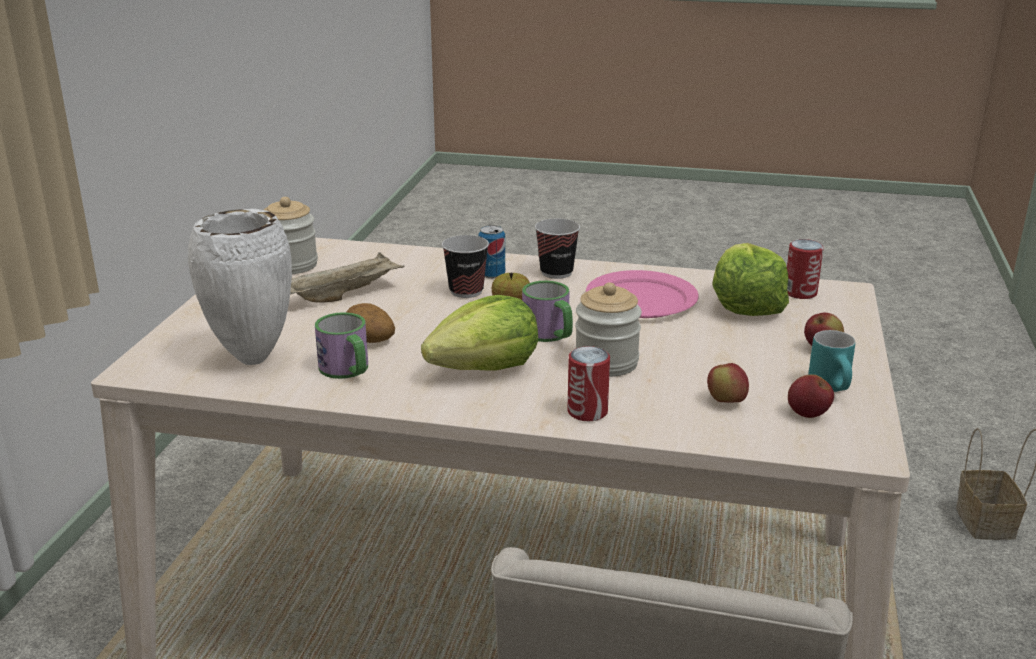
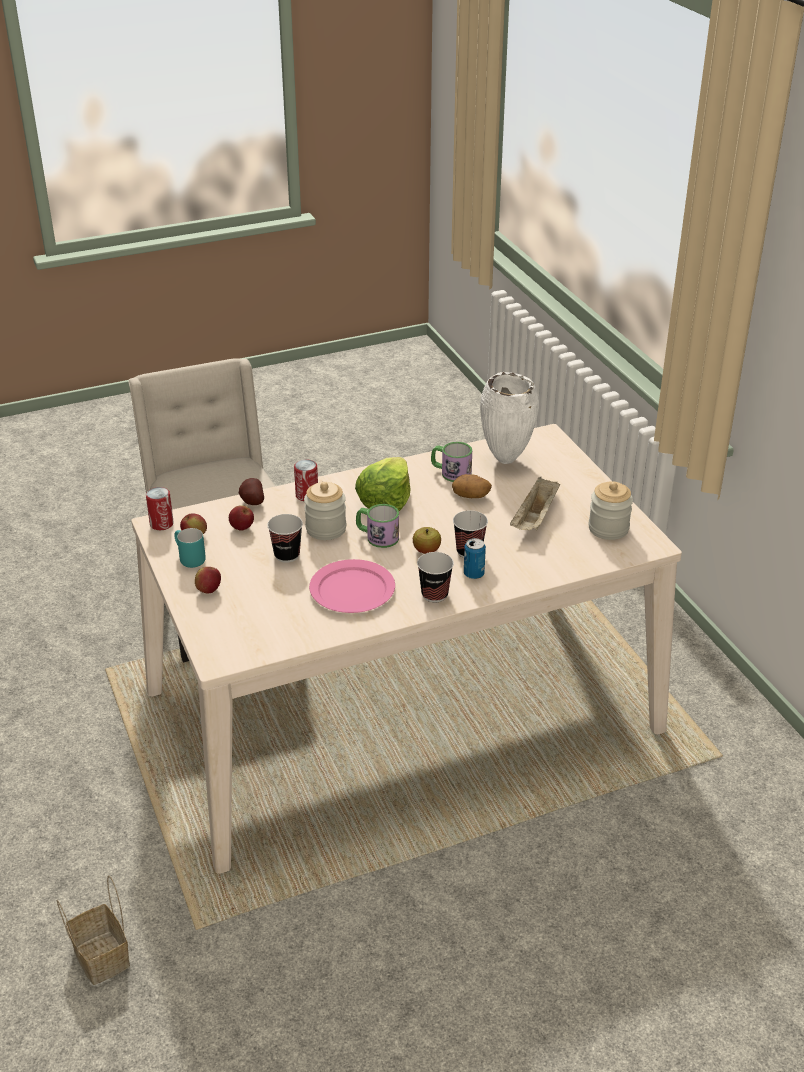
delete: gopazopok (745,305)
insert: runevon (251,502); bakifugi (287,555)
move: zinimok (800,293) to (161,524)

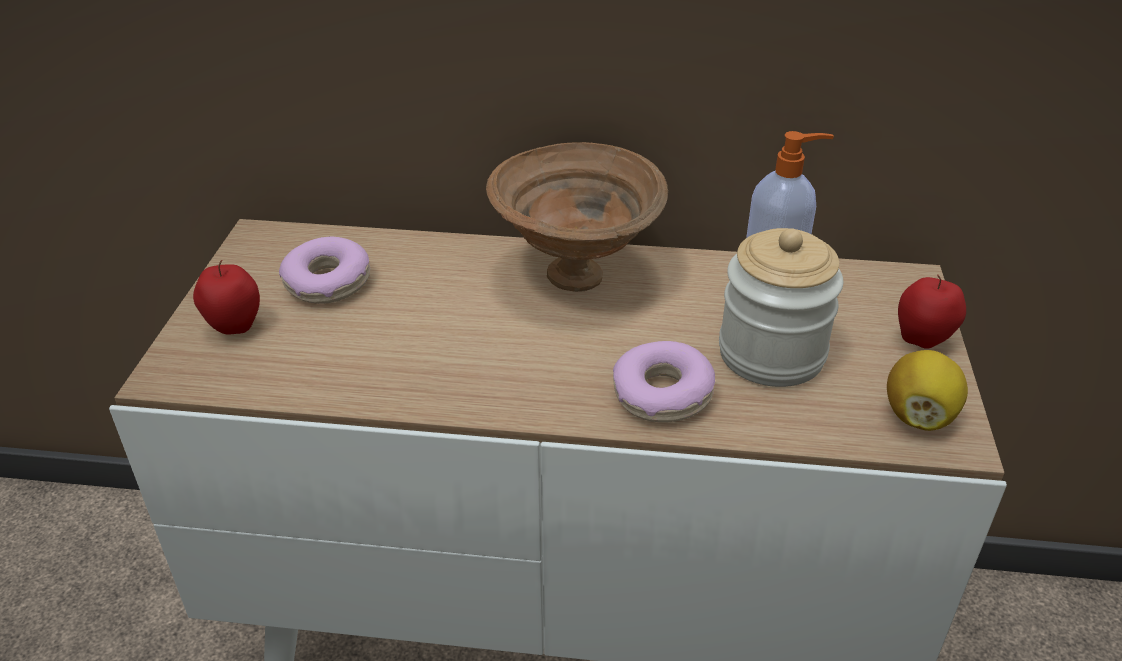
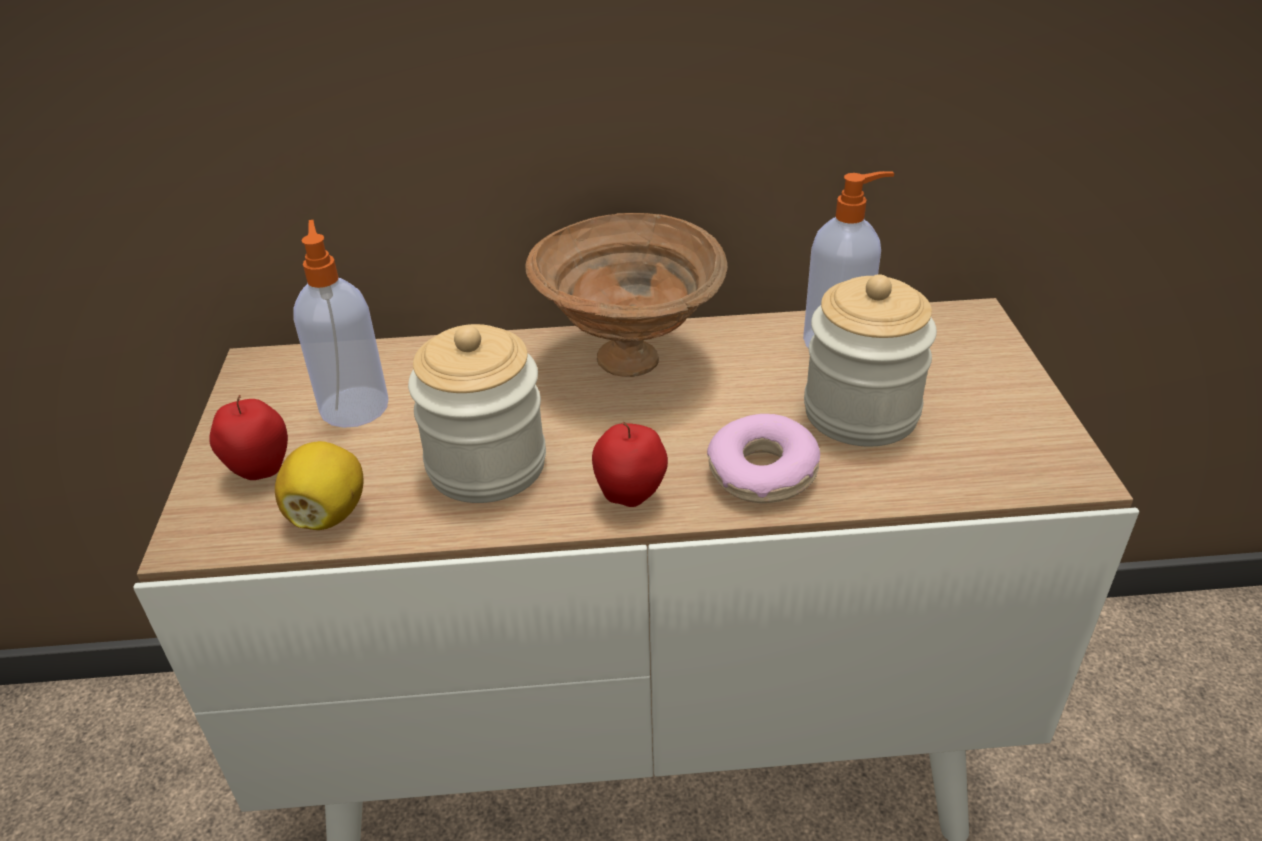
insert: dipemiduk (487,465)
move: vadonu (918,415) to (328,513); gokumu (922,341) to (631,497)
replace: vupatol (327,283) to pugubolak (354,405)

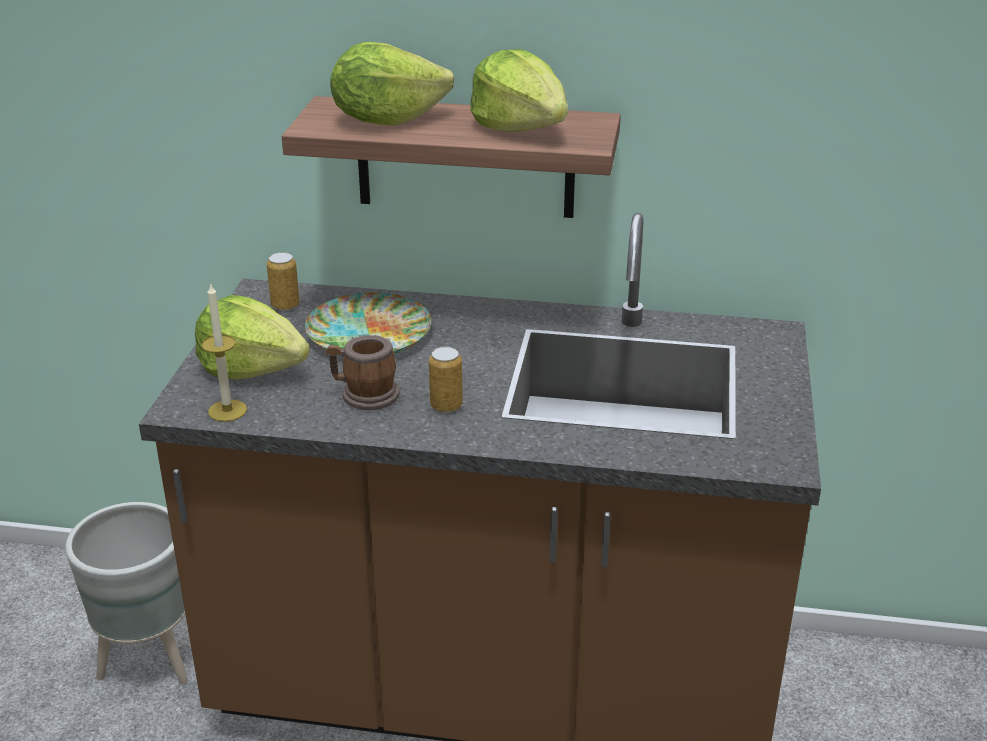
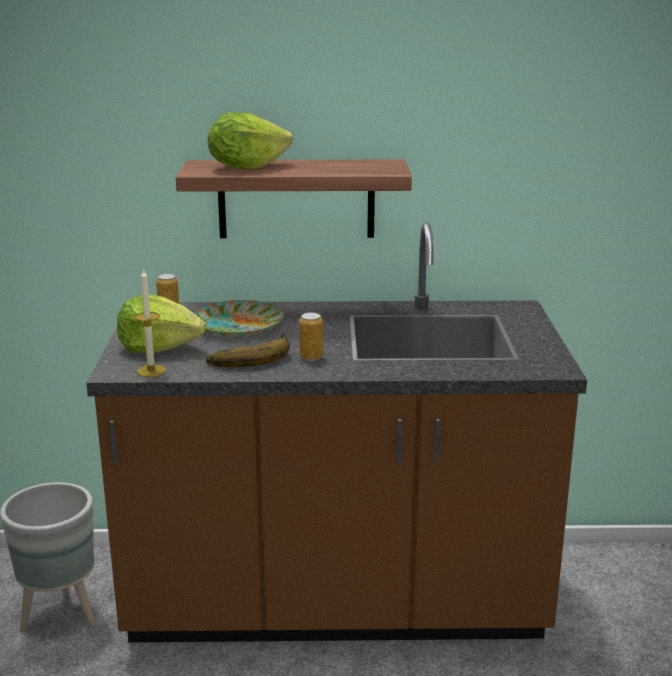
delete: gopazopok (520,127)
replace: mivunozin (364,394) to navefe (249,356)

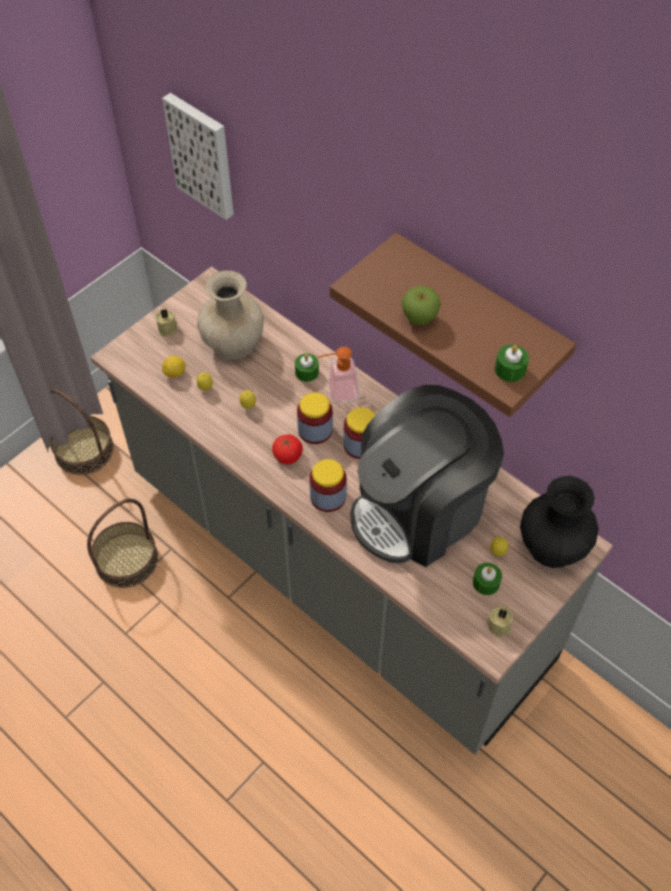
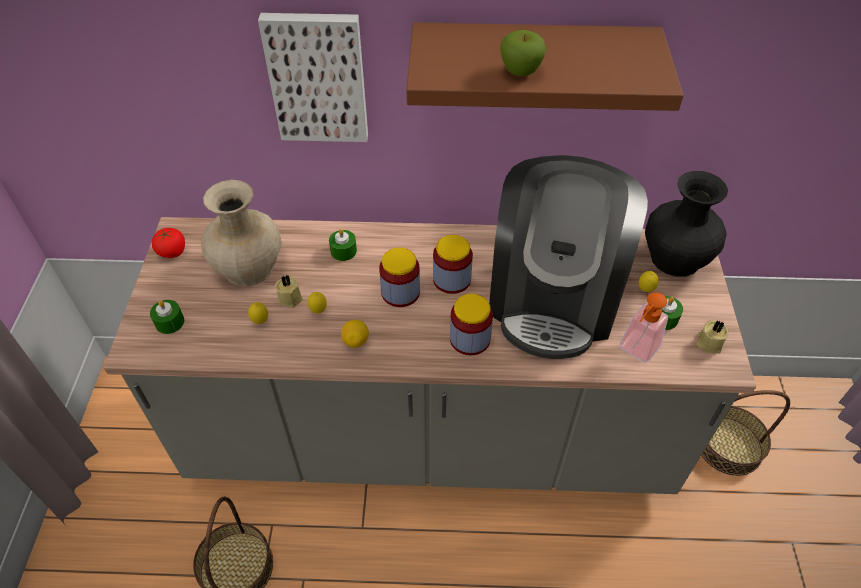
move: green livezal (510,369) to (169,322); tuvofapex (288,456) to (172,251); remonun (203,155) to (318,77); beige livezal (168,328) to (290,297); vadonu (175,373) to (356,341); pugubolak (337,392) to (636,350); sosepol (84,450) to (728,445)

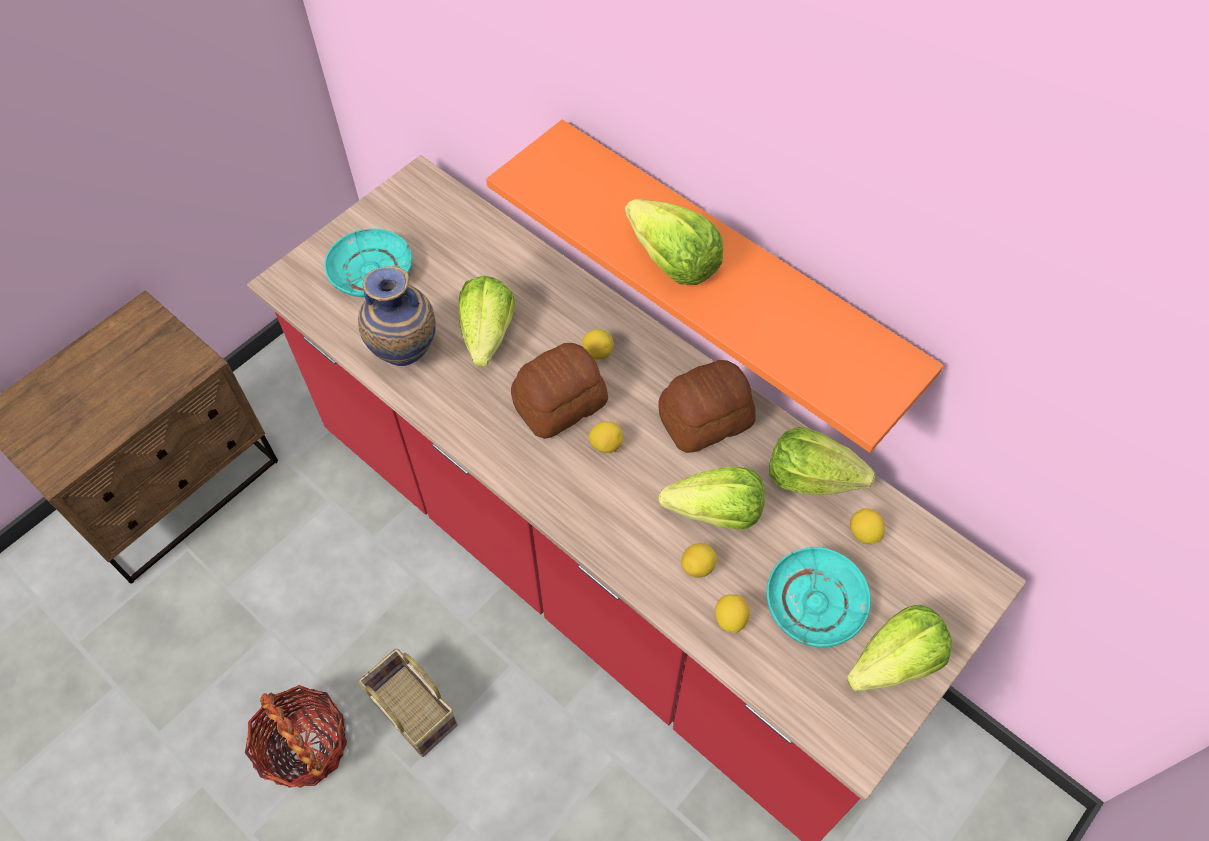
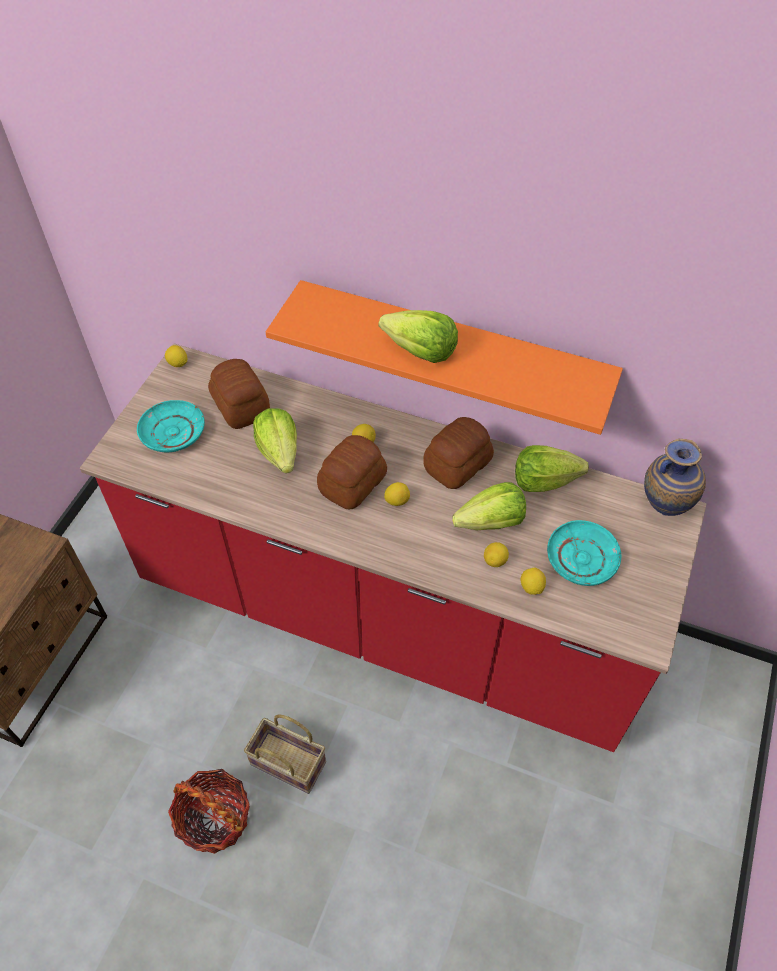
delete: gopazopok (894,662)
insert: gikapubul (240,406)
move: vadonu (864,533) to (178,363); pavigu (407,355) to (663,508)

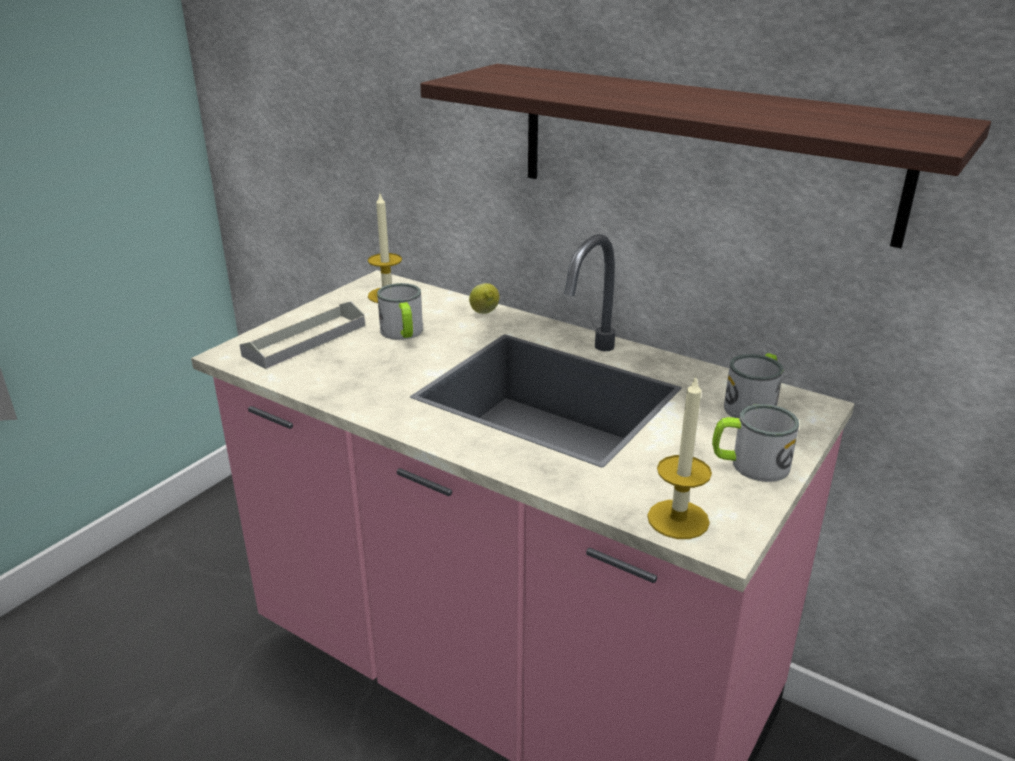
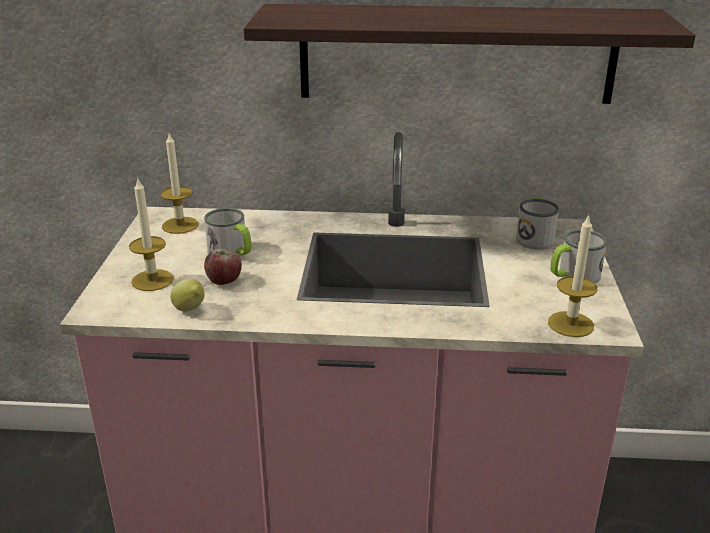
insert: gokumu (224,281)
move: vadonu (485,314) to (190,310)
replace: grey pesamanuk (305,340) to livezal (152,280)

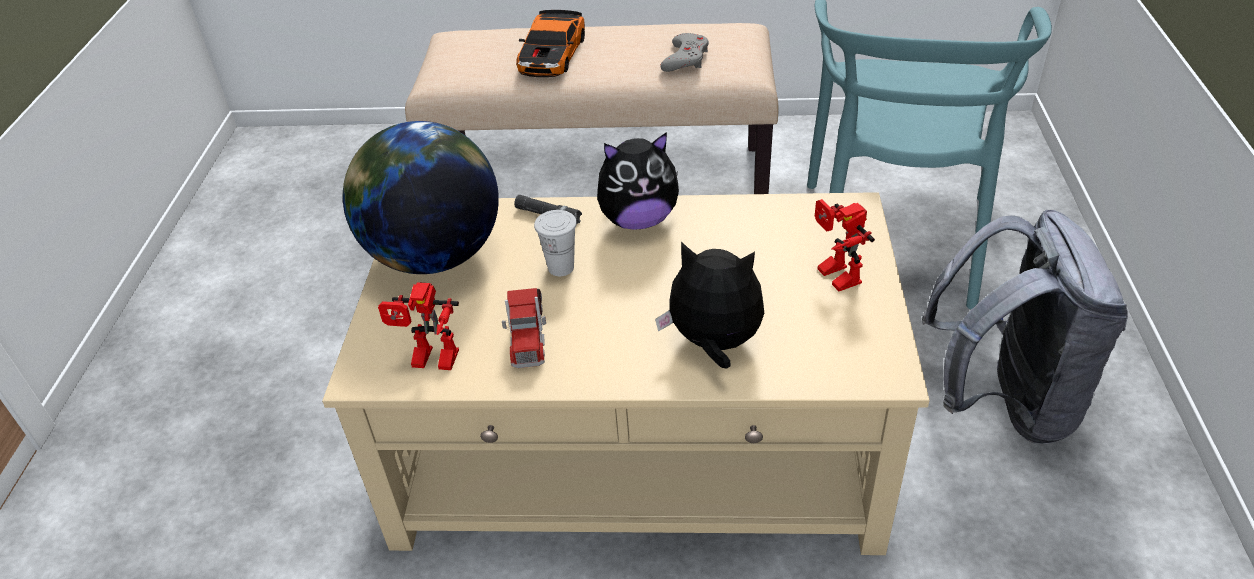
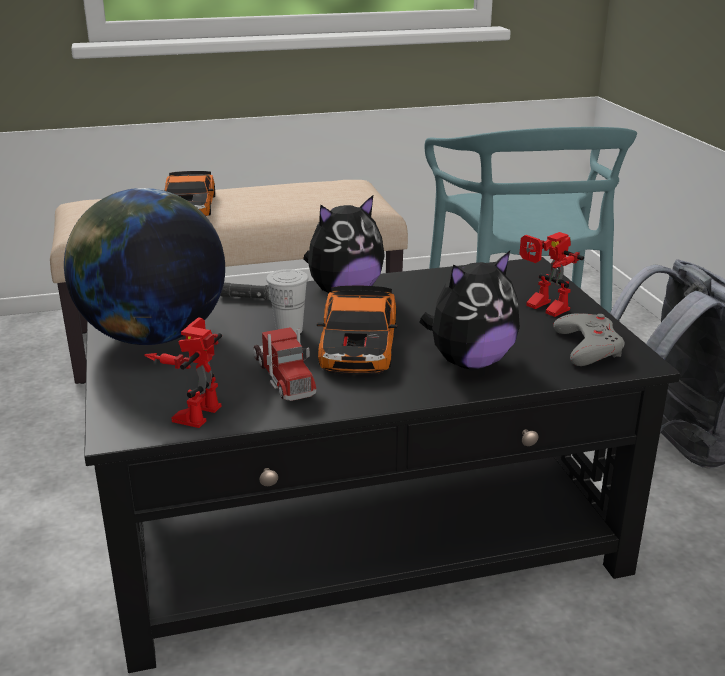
insert: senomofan (359,344)
move: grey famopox (686,58) to (588,347)
recolor: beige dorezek (640,446) to black dorezek (364,531)
rotate: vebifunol (430,362) = (193,410) 120 degrees clockwise; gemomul (714,344) = (469,362) 150 degrees clockwise

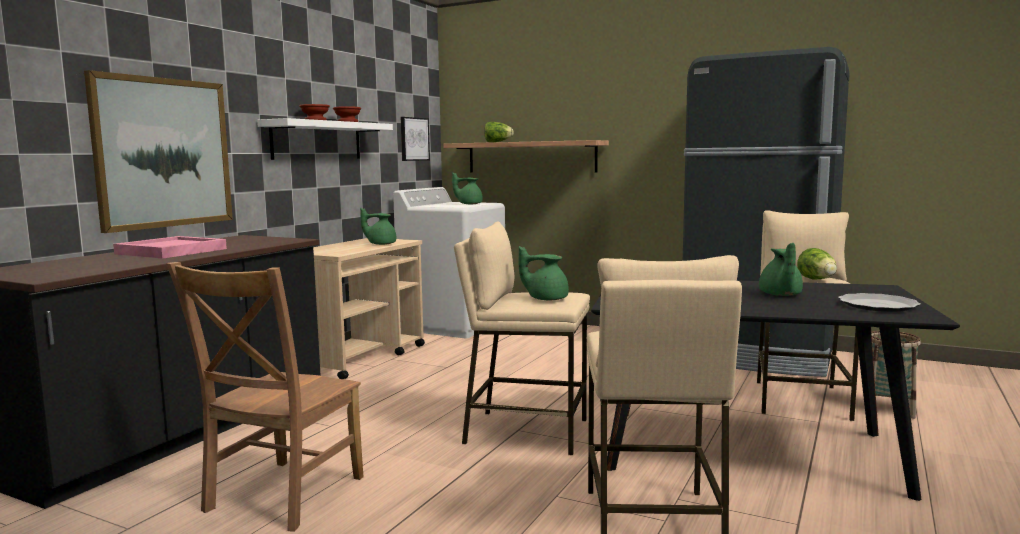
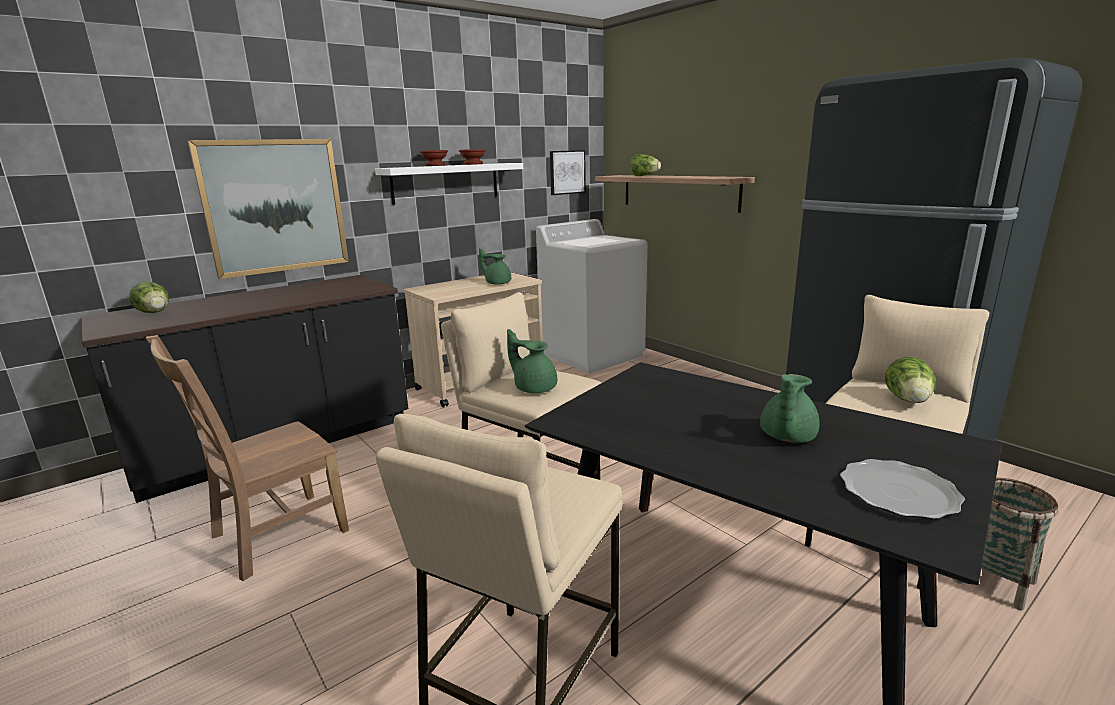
delete: pink pesamanuk (171,251); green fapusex (469,204)
insert: gopazopok (155,313)

